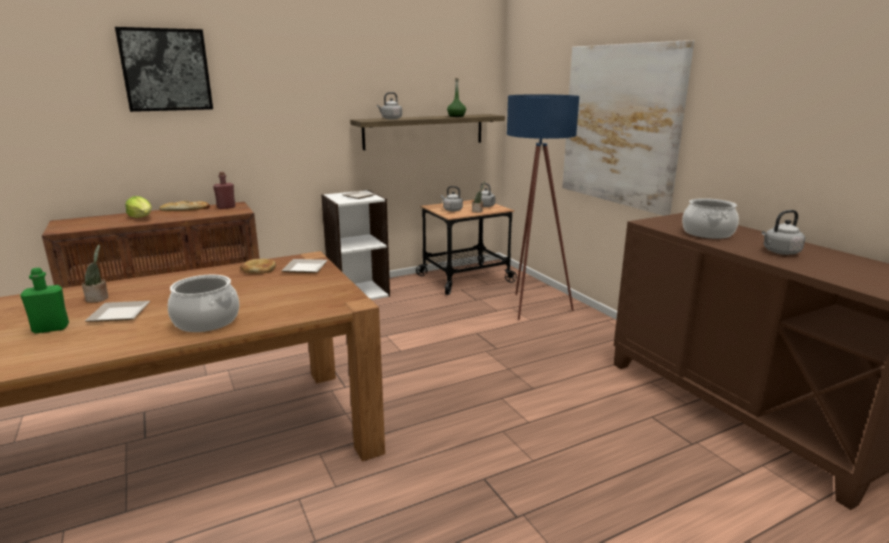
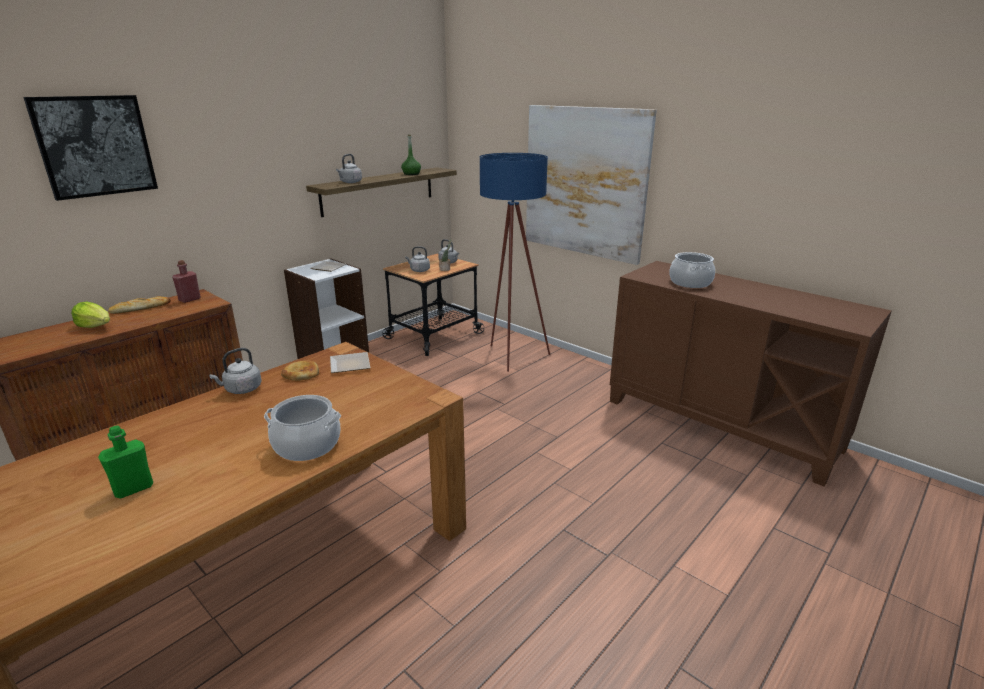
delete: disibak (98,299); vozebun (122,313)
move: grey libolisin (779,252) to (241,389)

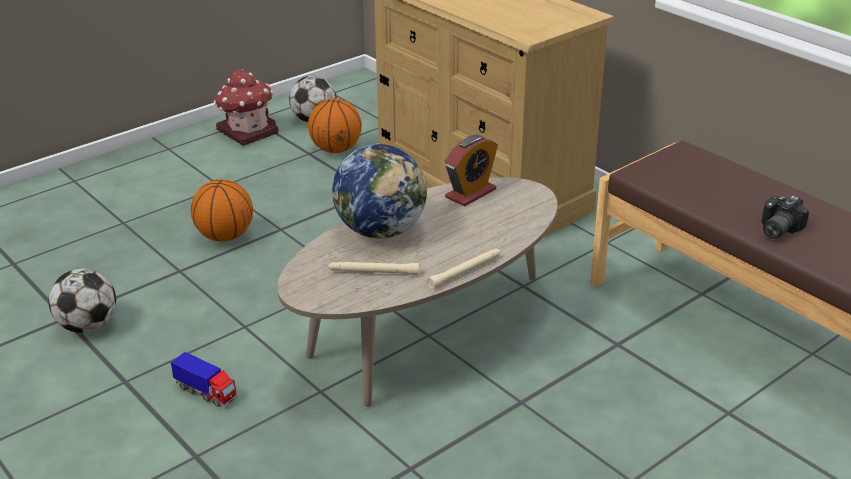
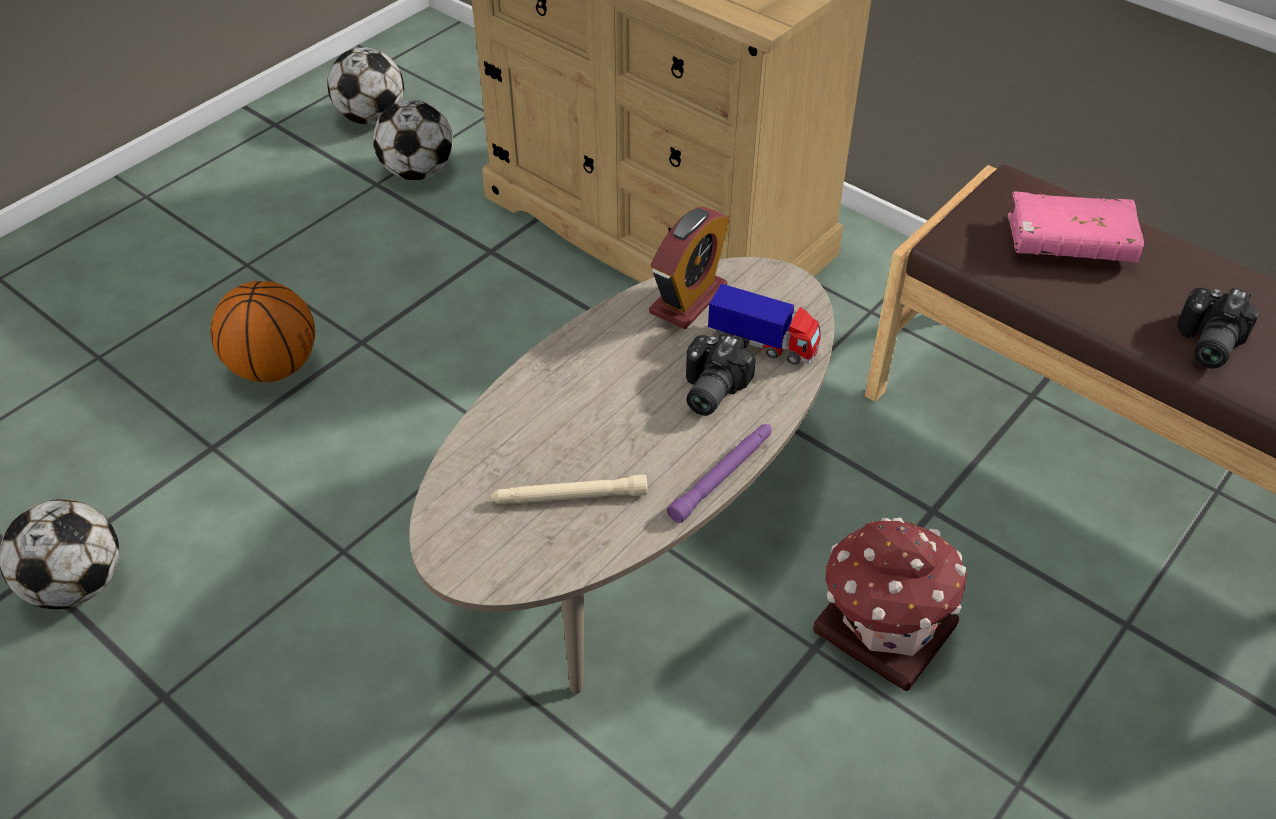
delete: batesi (381,231)
insert: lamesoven (708,389); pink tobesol (1069,243)
move: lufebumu (206,393) to (763,344); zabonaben (247,131) to (882,627)
replace: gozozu (336,149) to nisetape (418,172)
recolor: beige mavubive (466,271) to purple mavubive (723,475)

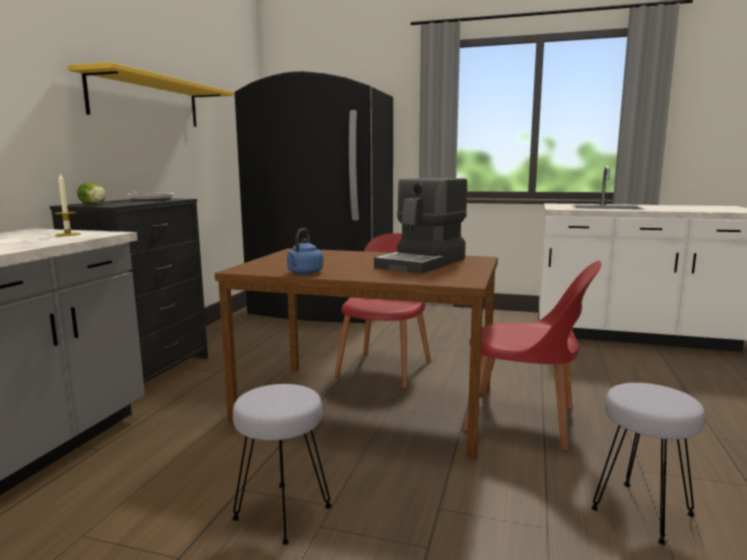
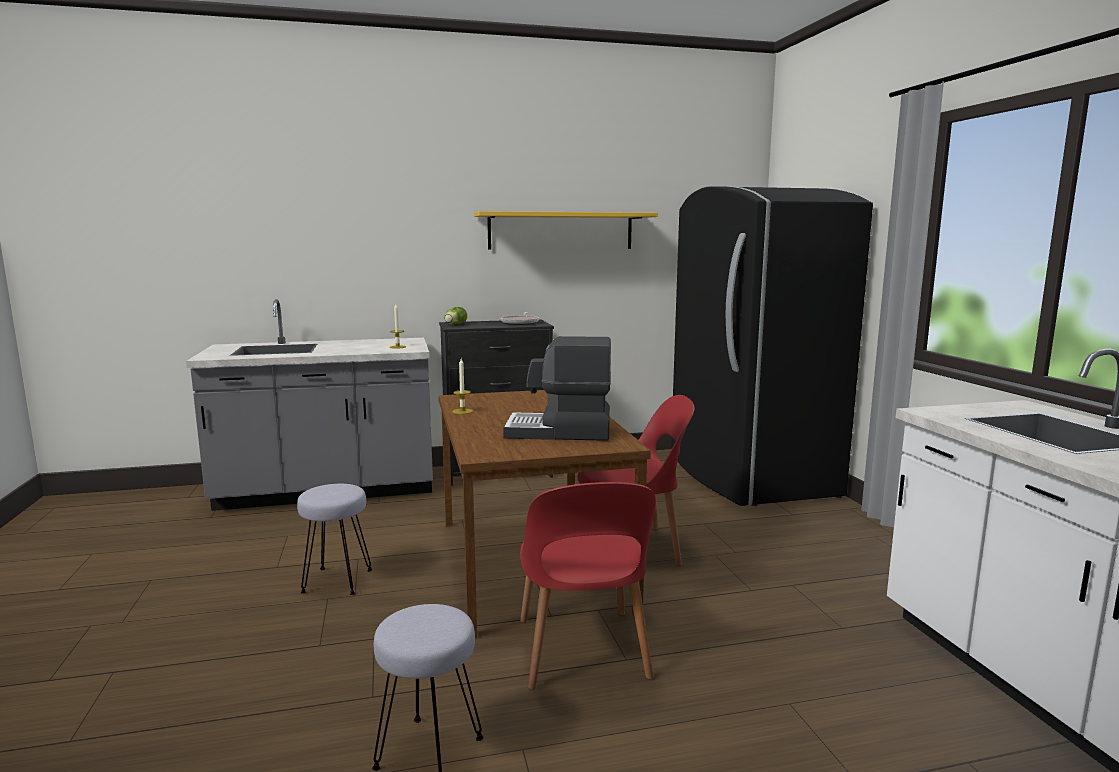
replace: blue libolisin (304,273) to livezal (462,411)

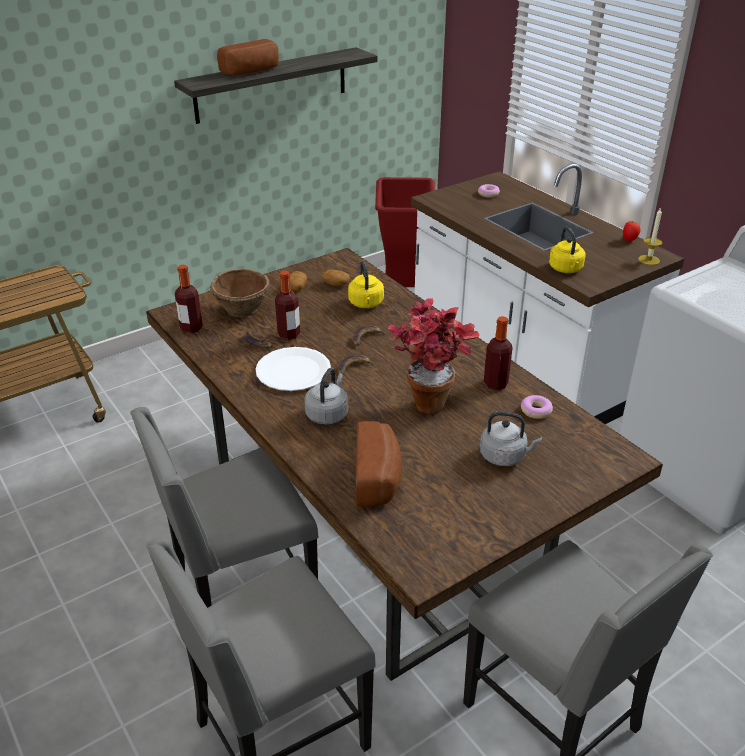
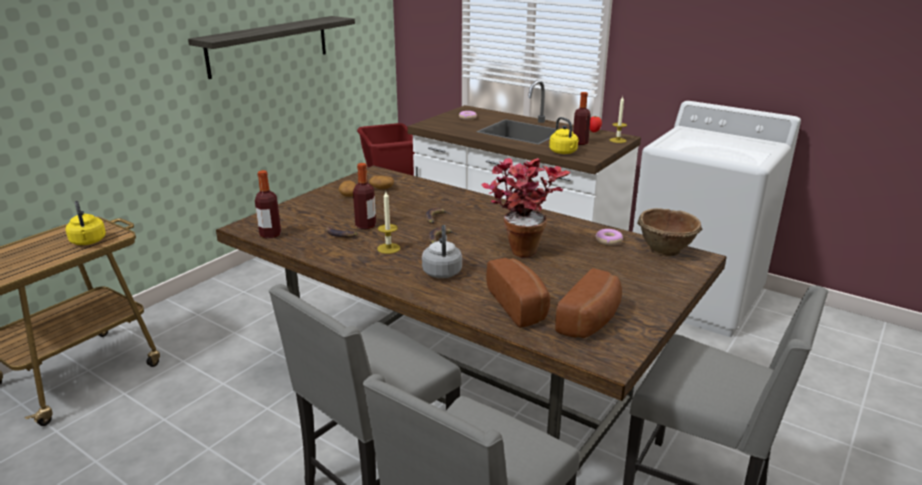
delete: grey libolisin (505,456)
move: yellow libolisin (366,304) to (88,242); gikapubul (252,71) to (592,320); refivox (495,384) to (580,143); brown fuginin (243,310) to (666,250)
replace: white vozebun (293,371) to livezal (388,248)

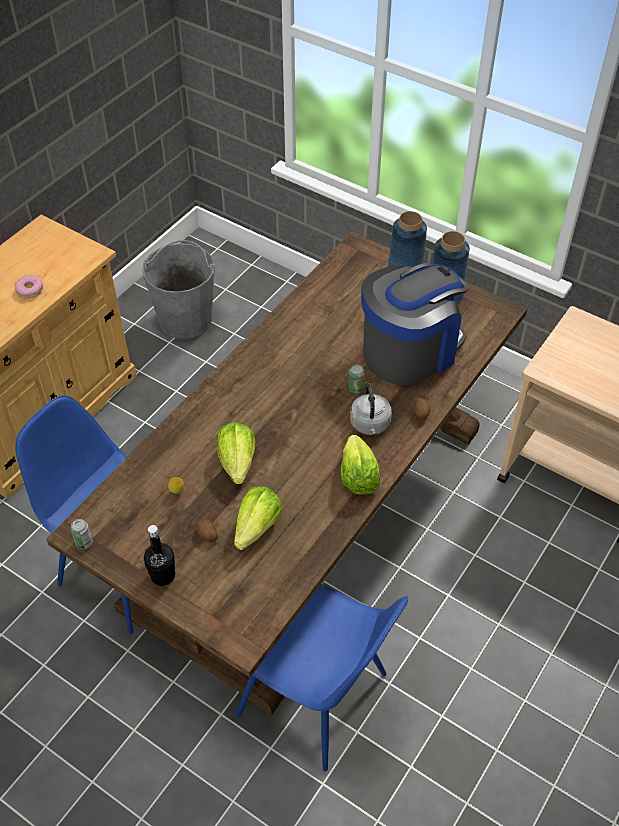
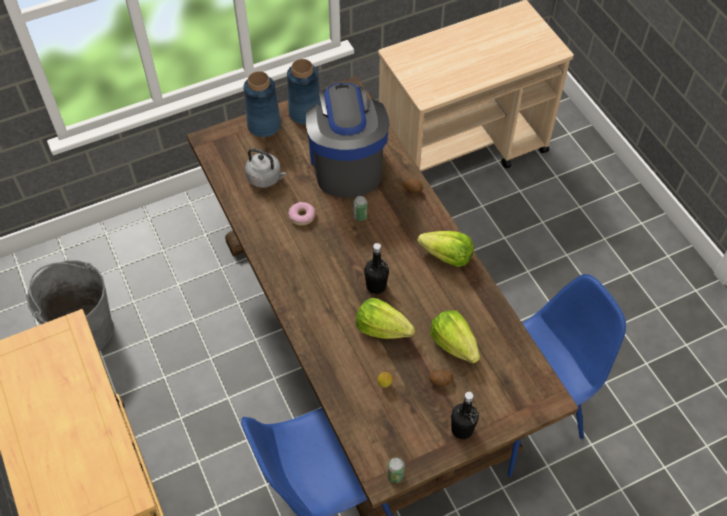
insert: black refivox (376,286)
move: grey libolisin (370,425) to (266,178); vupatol (29,290) to (302,216)

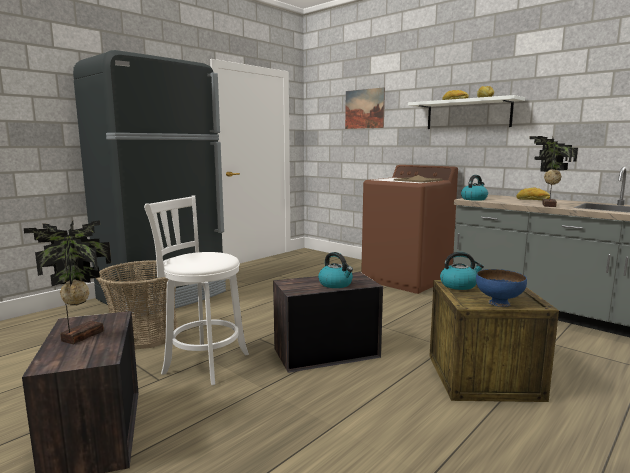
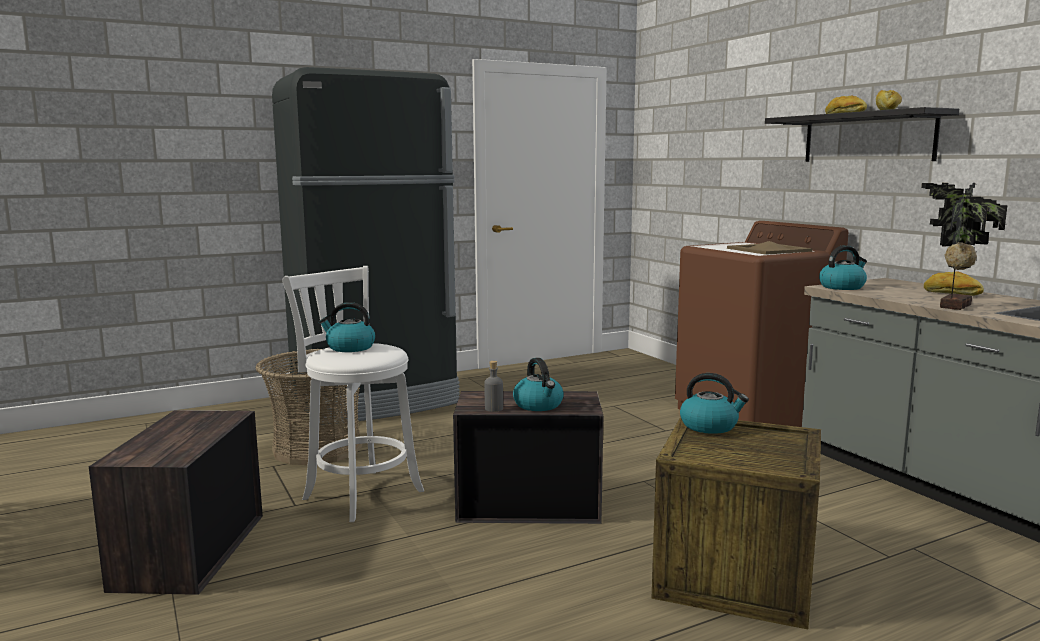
delete: disibak (80,336); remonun (364,109); blue fuginin (498,303)
insert: libolisin (350,348); grey refivox (494,409)
recolor: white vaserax (468,114) to black vaserax (867,138)

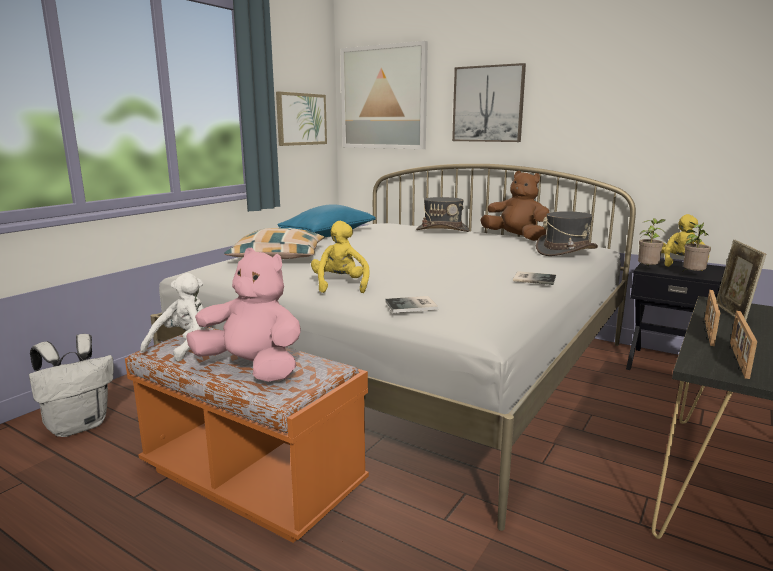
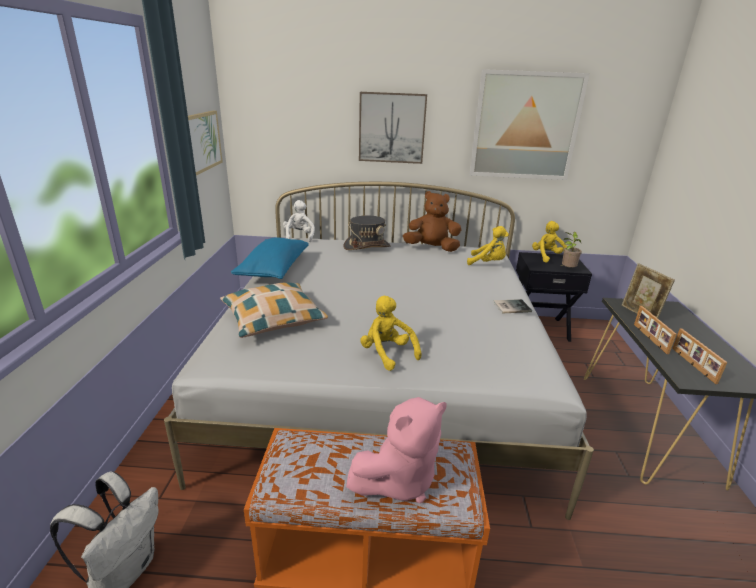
delete: tobesol (413,306); disibak (647,270)
move: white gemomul (183,346) to (299,236); remonun (383,98) to (525,126)
replace: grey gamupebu (566,251) to yellow gemomul (488,263)
rotate: pink gemomul (252,368) = (399,480) 150 degrees clockwise

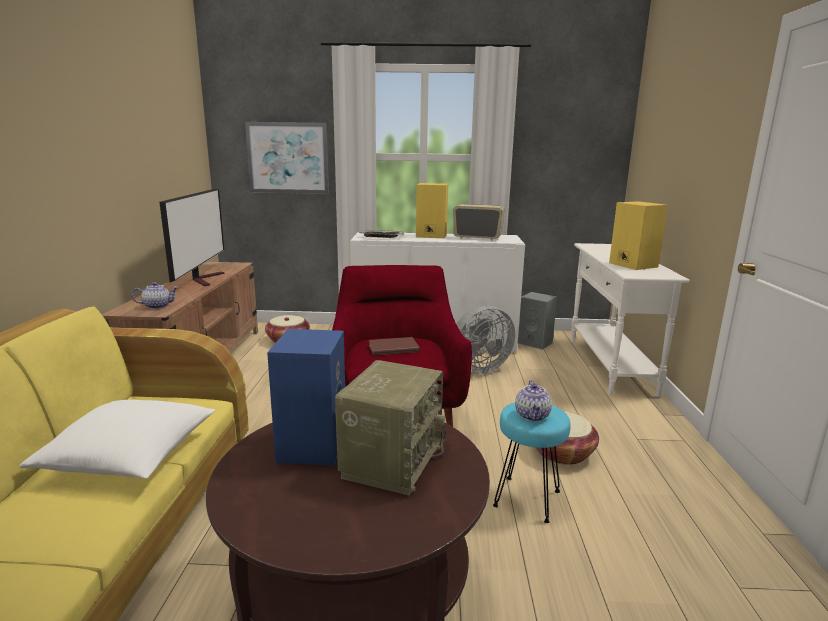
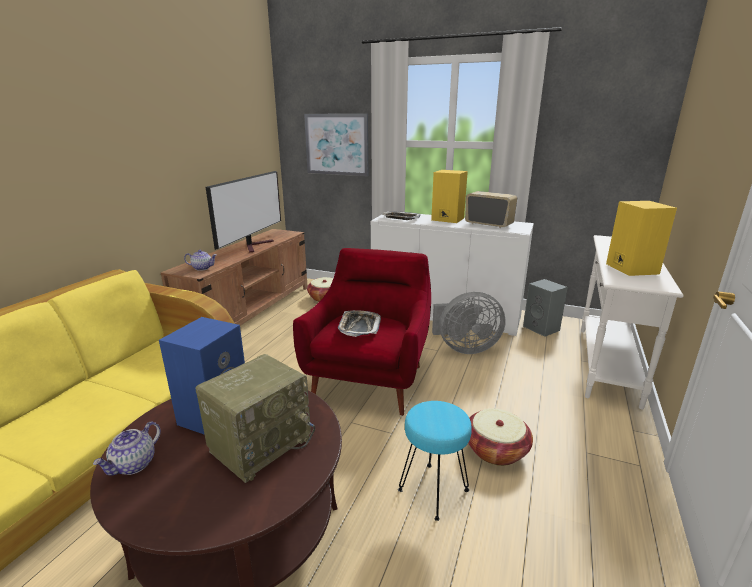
delete: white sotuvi (130,456)
move: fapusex (532,416) to (134,465)
replace: brown tobesol (392,348) to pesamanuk (359,327)

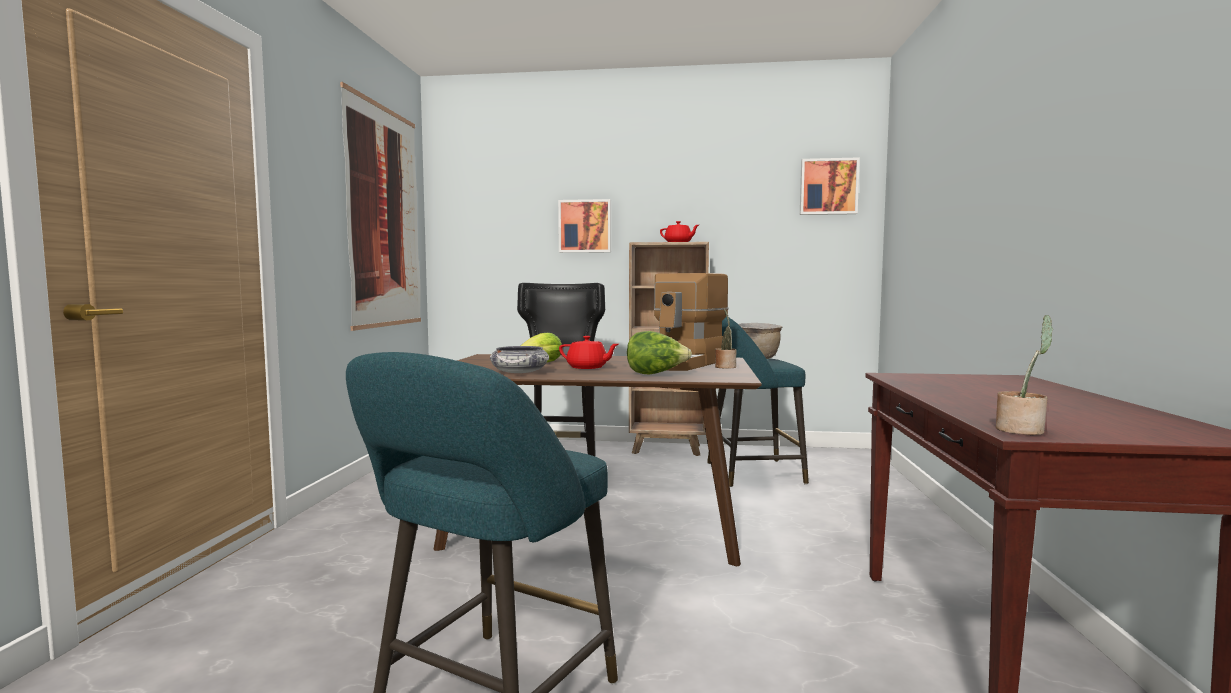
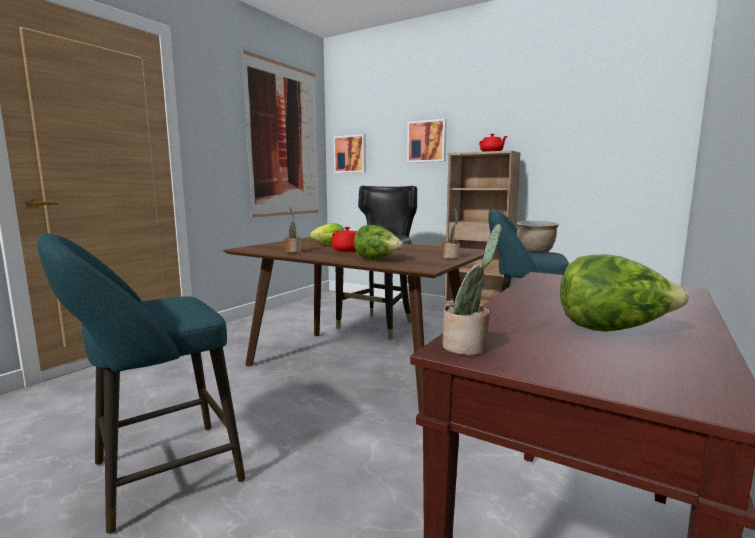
delete: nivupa (682,363)
insert: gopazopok (612,329)
move: remonun (828,187) to (351,154)
replace: fuginin (520,372) to disibak (292,251)

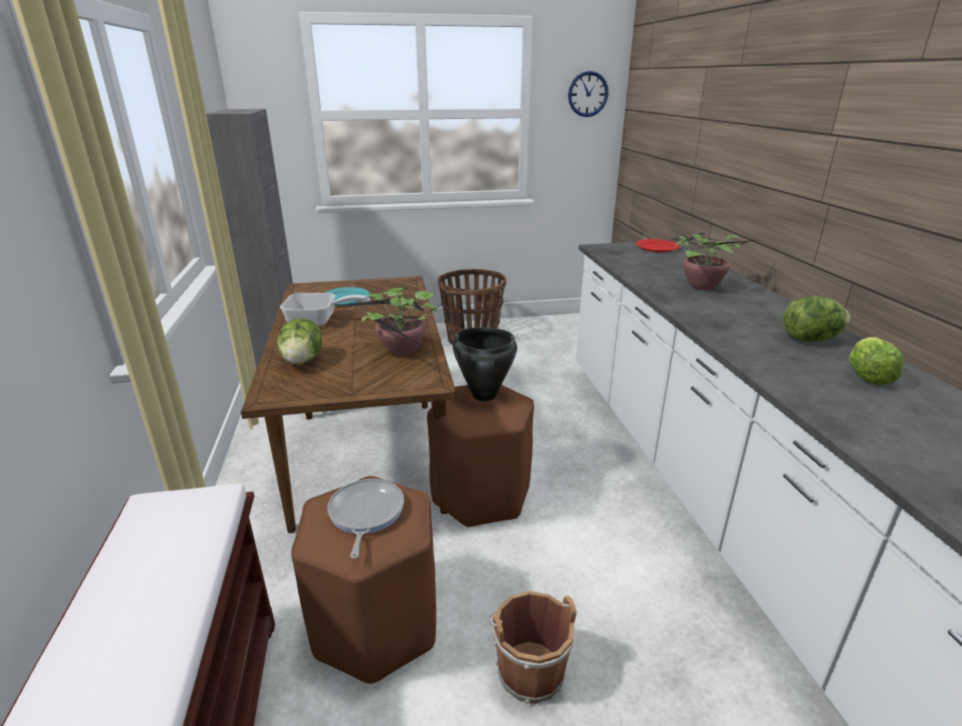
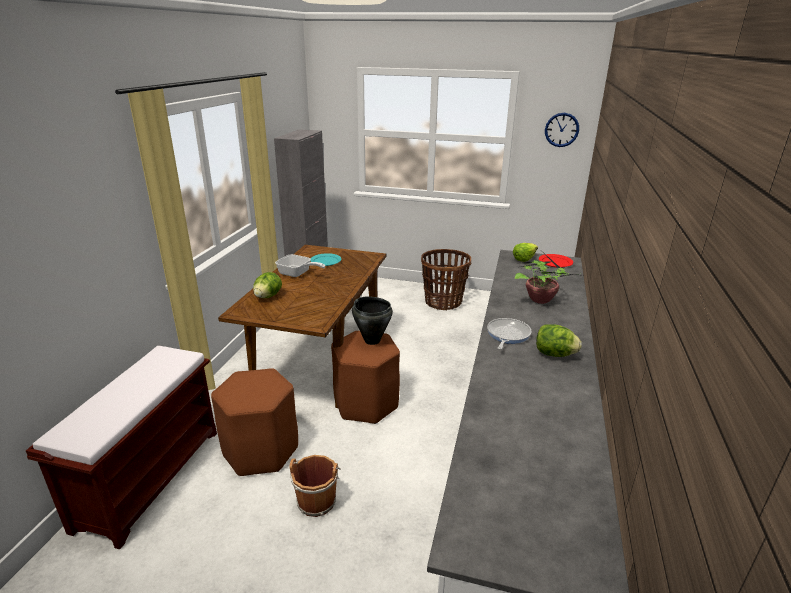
delete: disibak (403,352)
move: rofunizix (365,514) to (507,335); gopazopok (867,375) to (524,259)

